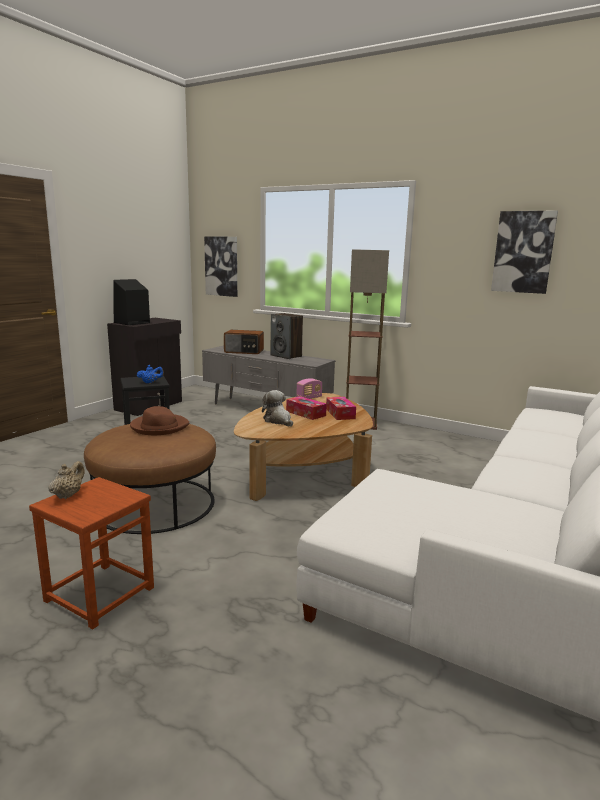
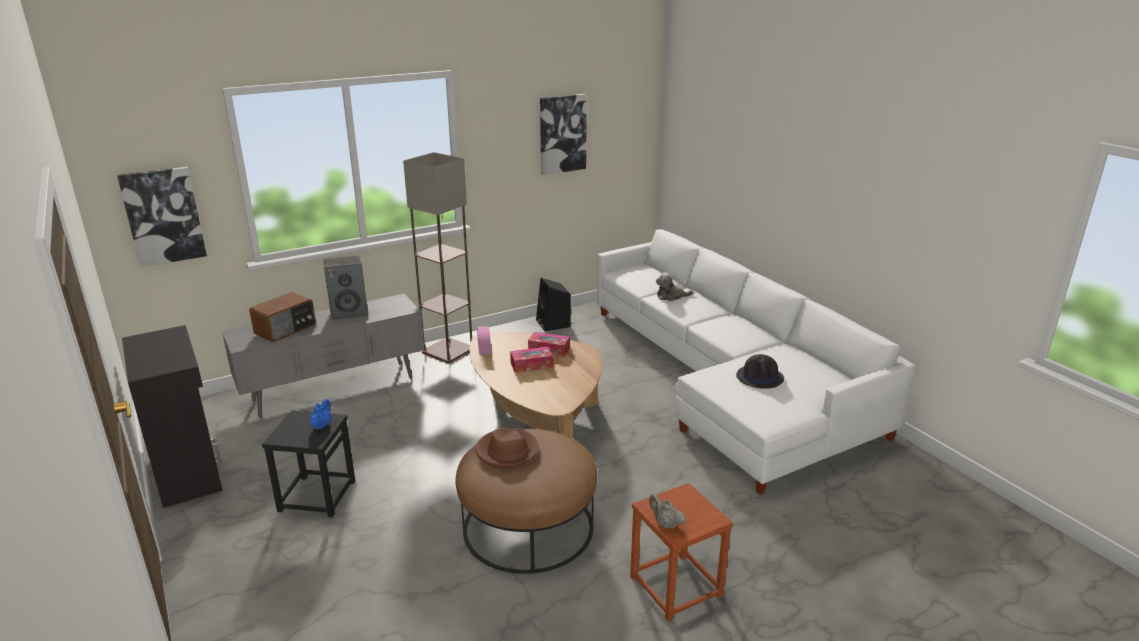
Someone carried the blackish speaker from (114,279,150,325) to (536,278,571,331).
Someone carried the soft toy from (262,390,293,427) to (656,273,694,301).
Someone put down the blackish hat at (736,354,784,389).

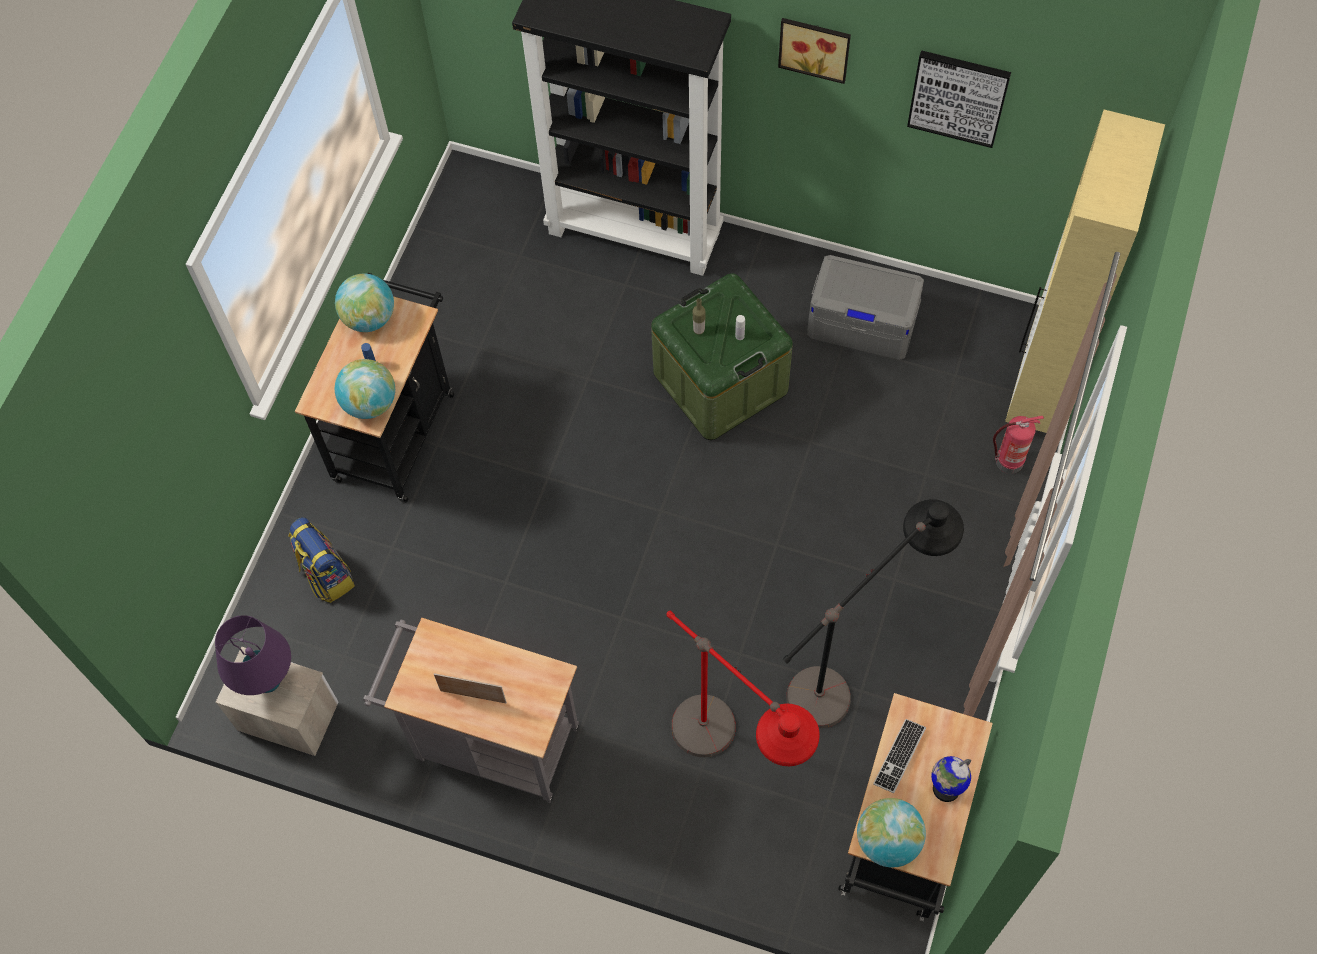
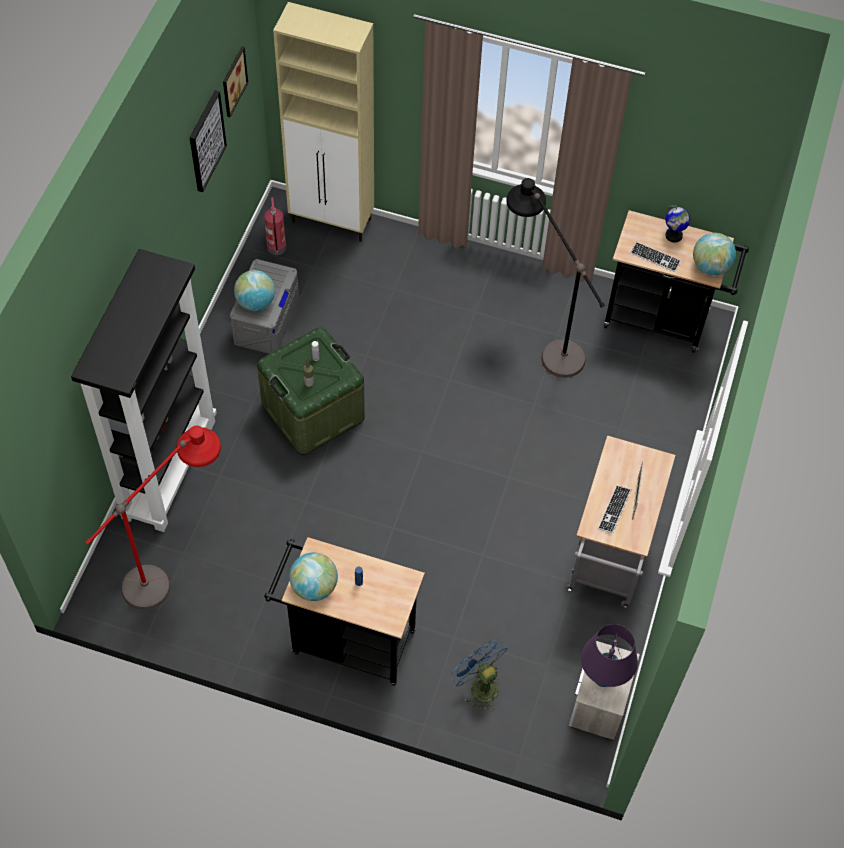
Someone carried the red-coloured standing lamp from (666,611,820,766) to (85,426,221,610).
Someone carried the wall art from (778,18,851,84) to (223,47,248,117).
Someone carried the world globe from (335,359,395,419) to (234,270,275,311).
Someone carried the fire-fighting cylinder from (993,416,1044,474) to (264,197,286,255).
Someone swapped the rucksack at (288,517,355,603) for the blue electric fan at (451,639,508,711).
Someone put down the keyboard at (598,485,631,533).

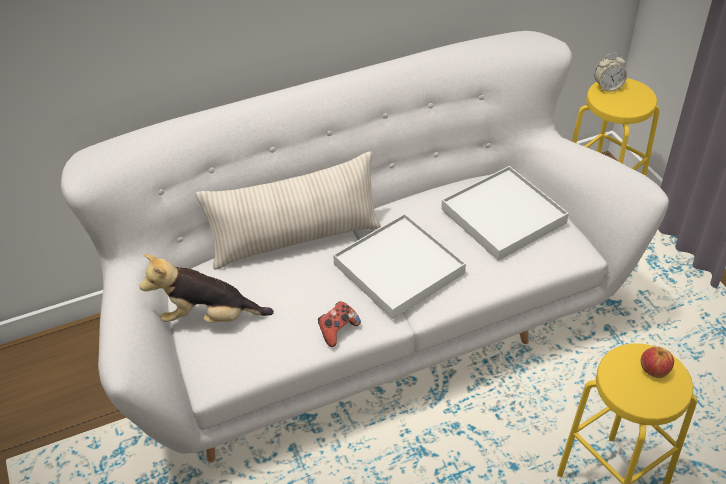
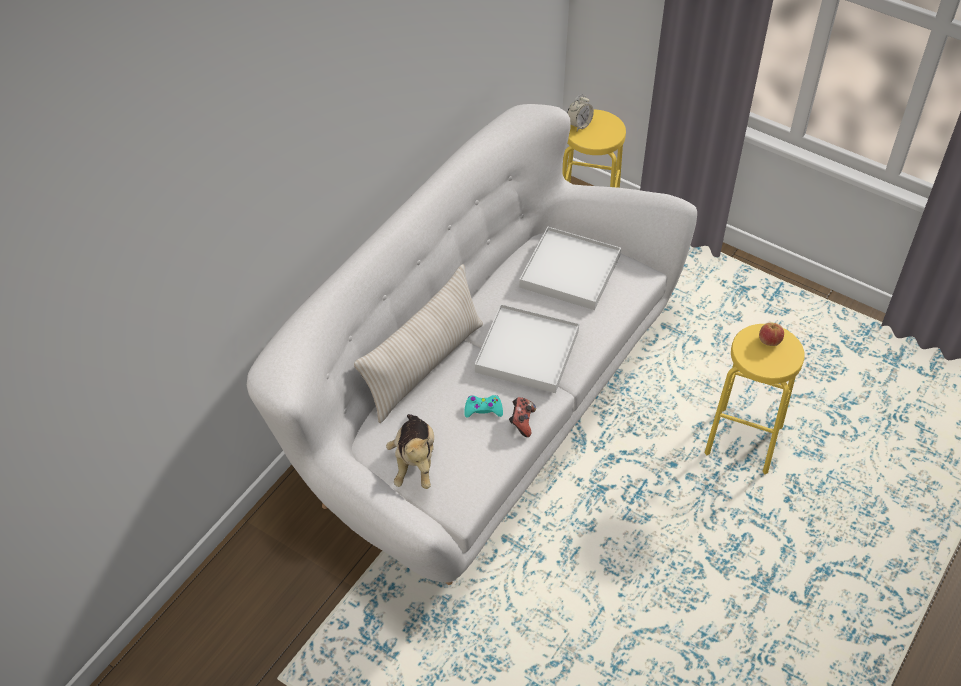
Someone rotated the soft toy at (140,254,274,323) by 60 degrees counterclockwise.
Someone put down the turquoise-coloured gamepad at (464,395,503,418).

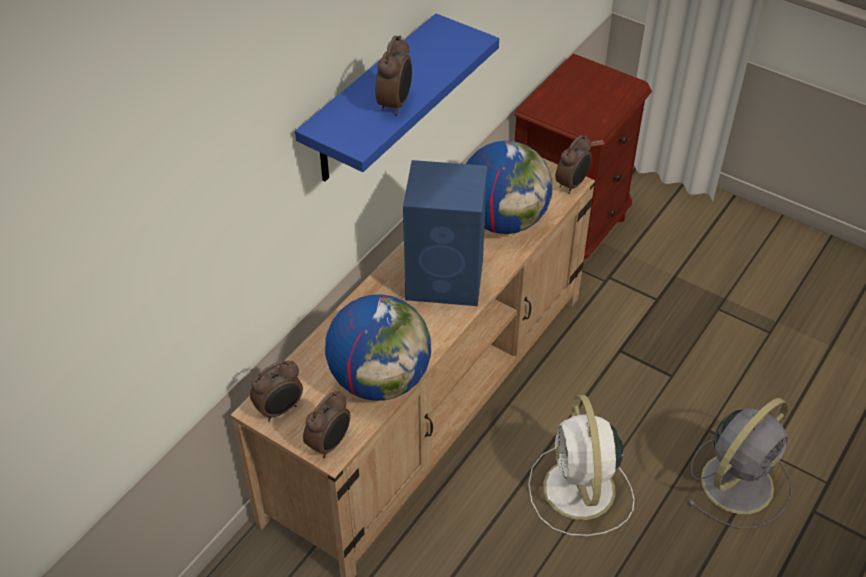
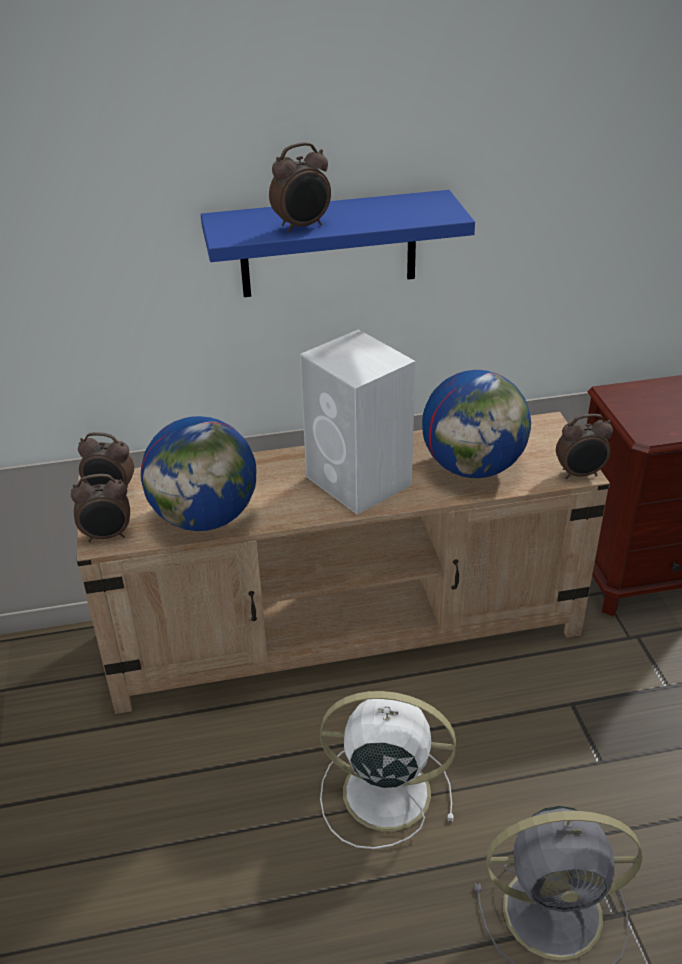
Someone repainted the blue speaker at (403,160,487,306), which became the white-coloured speaker at (300,329,416,515).
Someone rotated the white-coloured electric fan at (528,395,635,536) by 60 degrees clockwise.

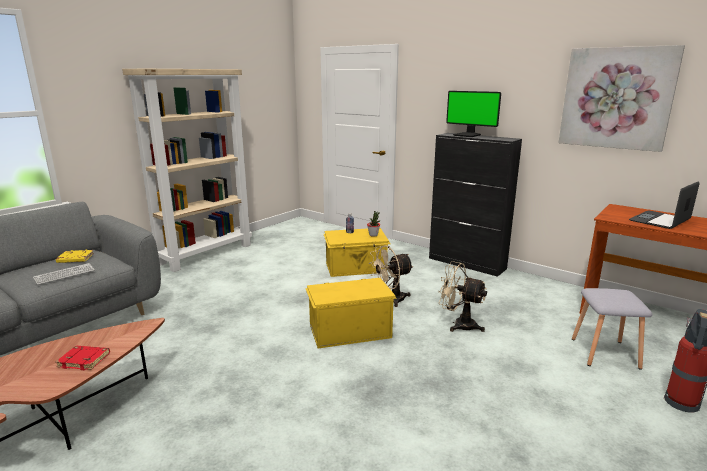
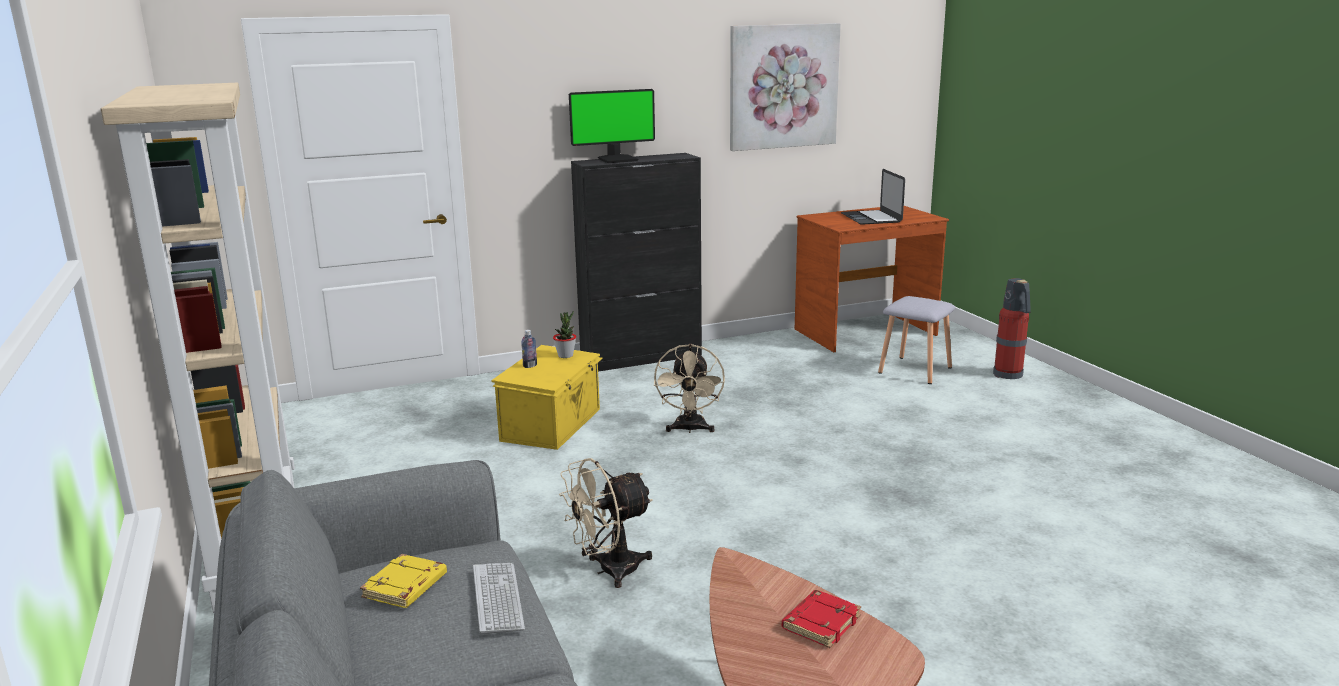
Someone carried the beige-coloured electric fan from (438,261,487,332) to (559,458,653,588).
Someone took away the yellow storage bin at (305,278,397,348).

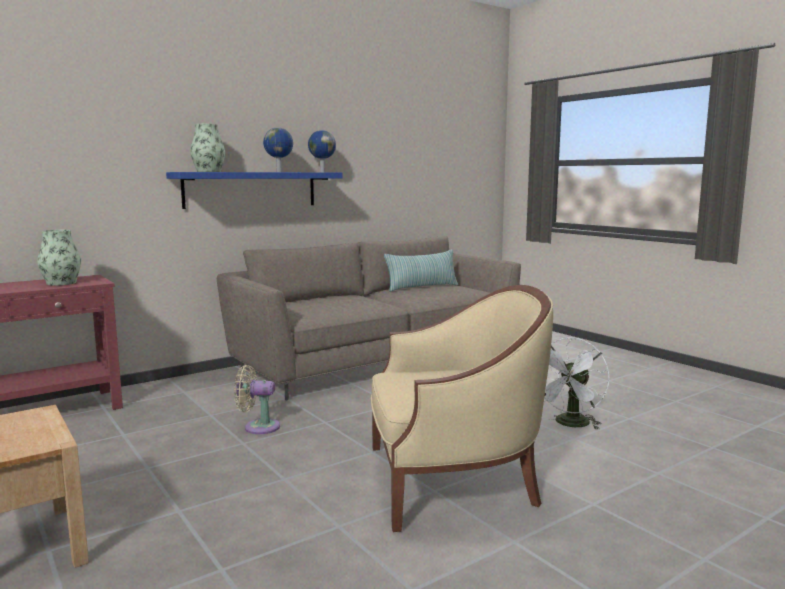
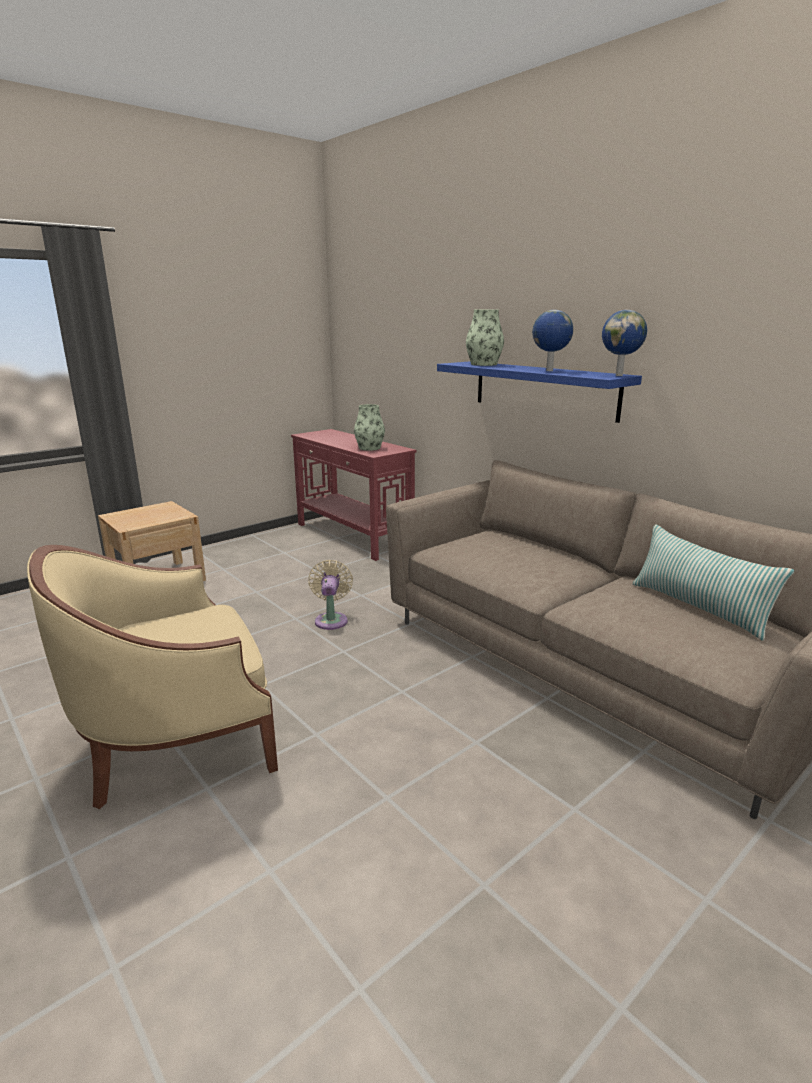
Someone rotated the beige-coloured easy chair at (371,285,553,532) by 75 degrees clockwise.
Someone took away the white-coloured electric fan at (541,338,609,430).

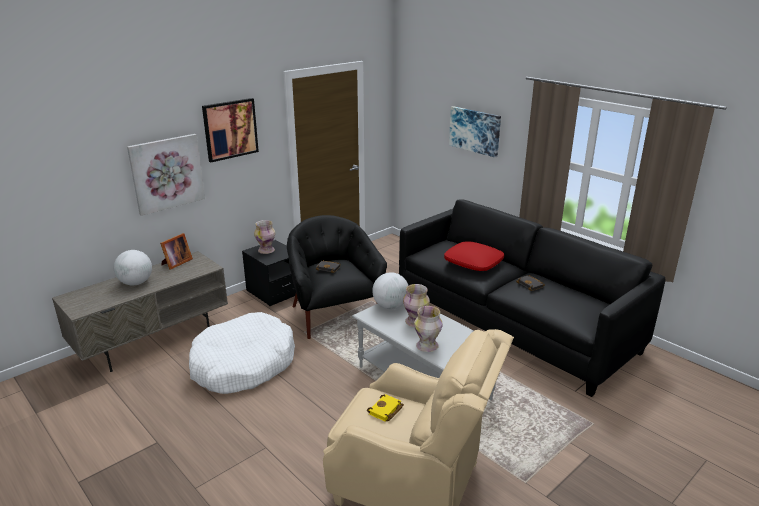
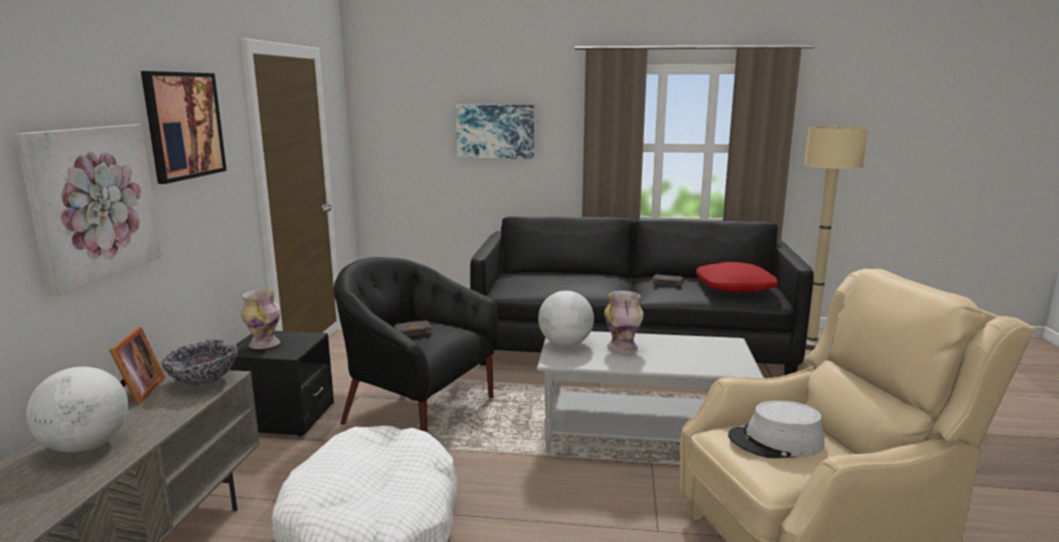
Someone put down the bowl at (161,339,238,385).
Someone carried the red-coloured cushion from (444,241,504,271) to (696,262,778,293).
Someone swapped the yellow volume at (367,394,404,421) for the greyish hat at (728,400,824,458).
Someone put down the beige-coloured standing lamp at (804,126,868,350).
Someone took away the vase at (414,306,442,352).

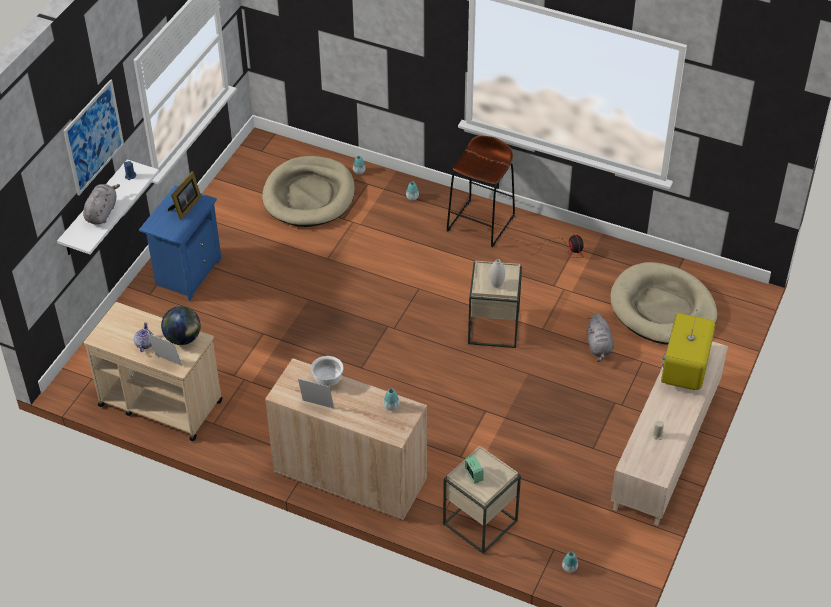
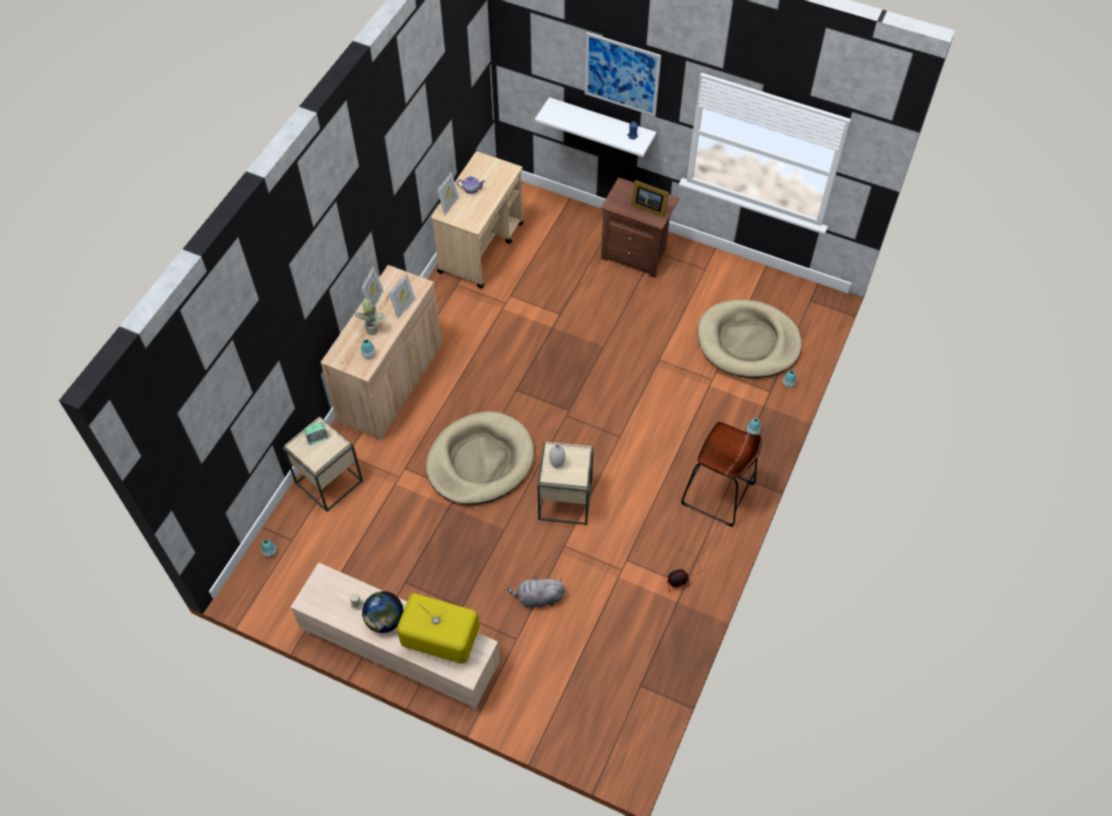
Someone put down the potted plant at (355,299,385,335).
Someone carried the world globe from (161,306,201,345) to (362,591,404,633).
Someone swapped the white-coloured bowl at (311,356,344,387) for the picture frame at (389,274,415,319).
Someone carried the beige-coloured dog cushion from (610,262,717,344) to (426,411,534,505).
Someone repainted the blue nightstand at (139,185,222,301), which became the brown-coloured nightstand at (601,177,679,278).
Someone took away the greyish soft toy at (83,184,120,224).

